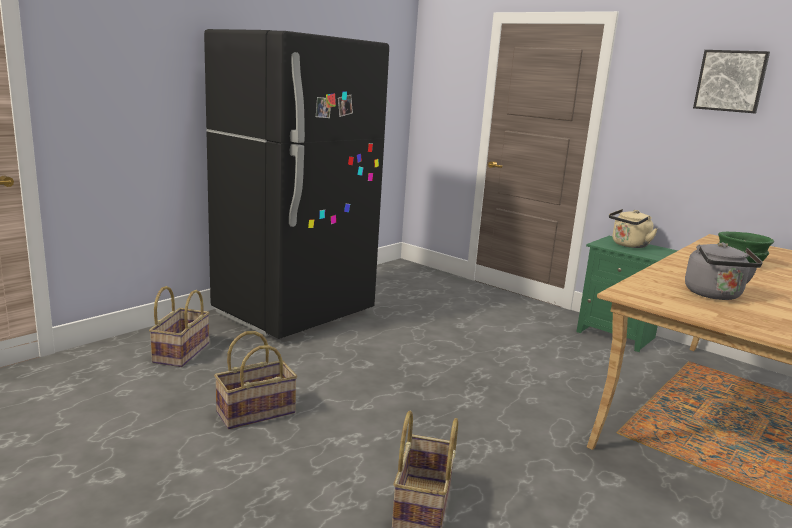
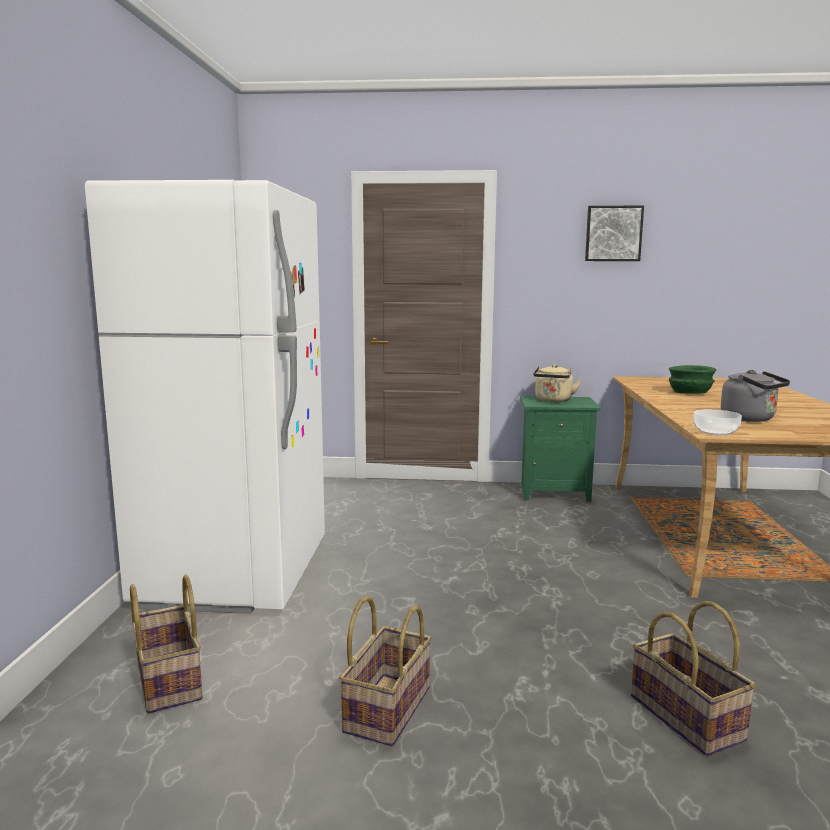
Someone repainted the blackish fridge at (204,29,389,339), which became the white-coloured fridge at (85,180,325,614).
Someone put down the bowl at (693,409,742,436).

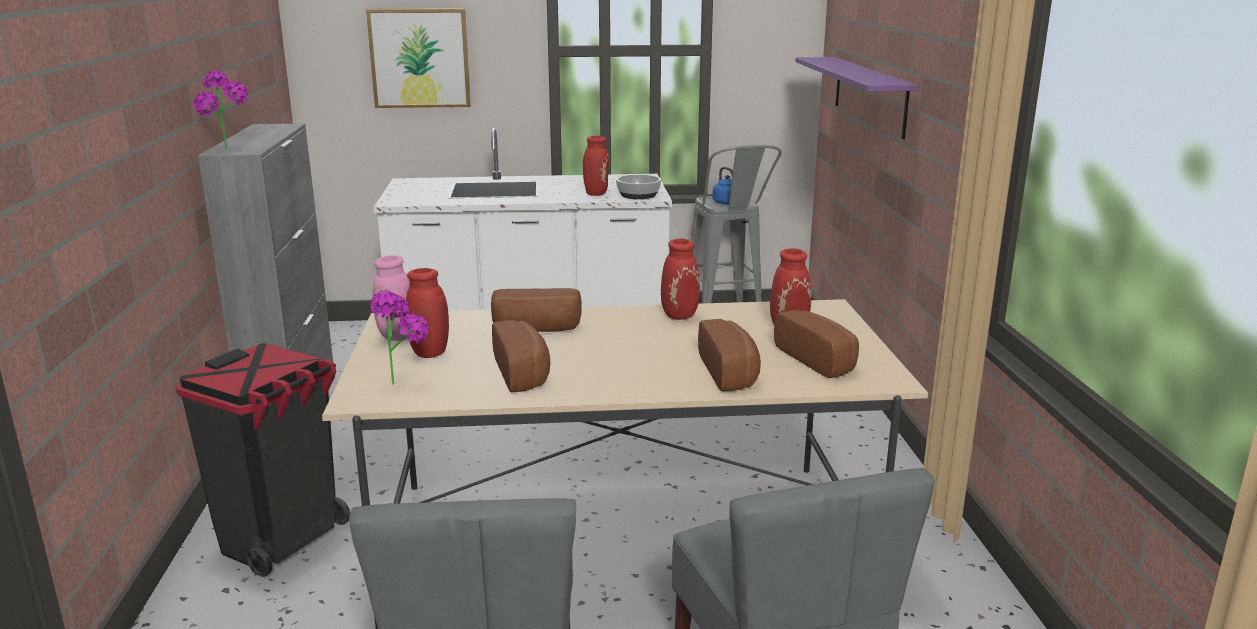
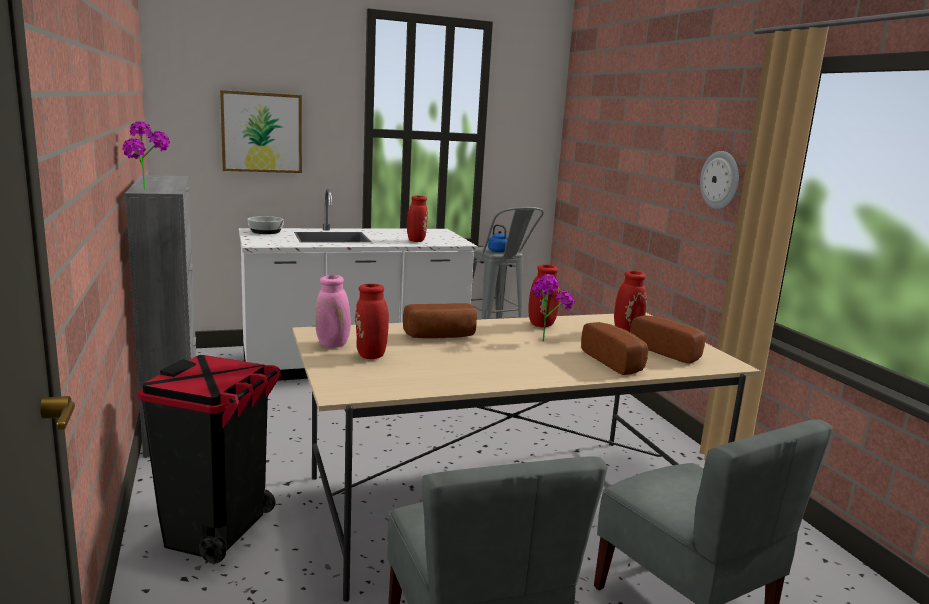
Someone carried the bowl from (616,174,661,199) to (248,216,284,234).
Someone carried the potted plant from (370,290,429,384) to (532,274,575,341).
Someone put up the wall clock at (700,151,739,209).
Someone took away the bread at (492,320,550,392).
Someone took away the purple wall shelf at (796,57,918,139).

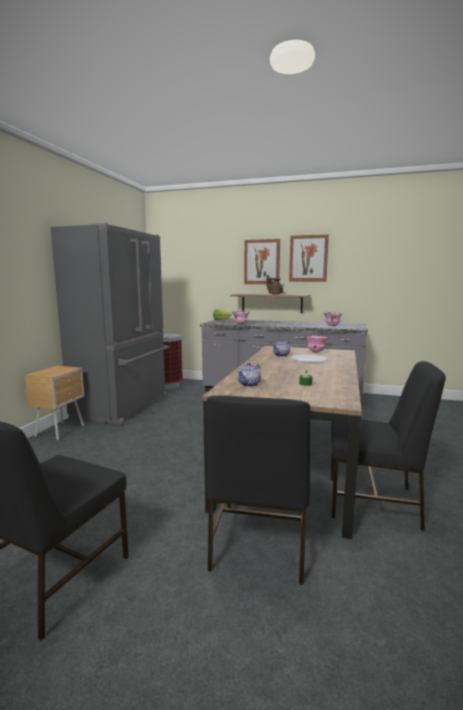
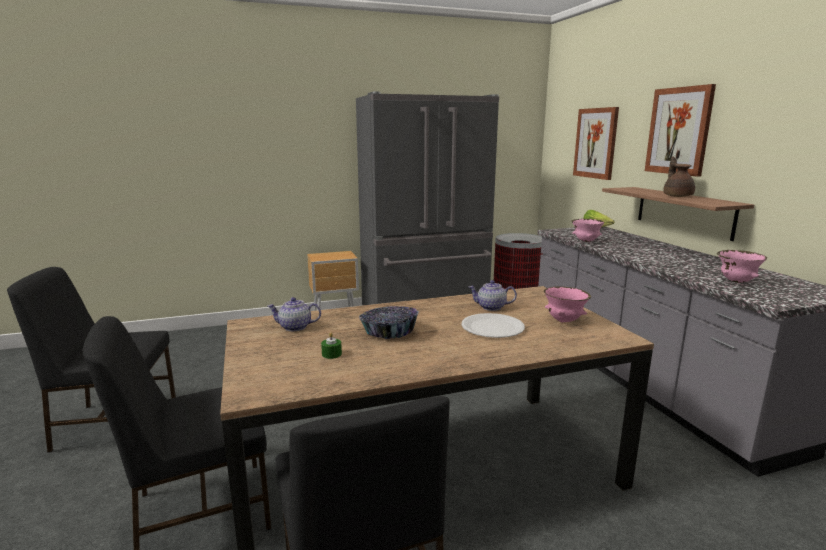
Someone put down the bowl at (359,306,419,339).
Someone carried the wall art from (289,235,329,282) to (573,107,619,180).

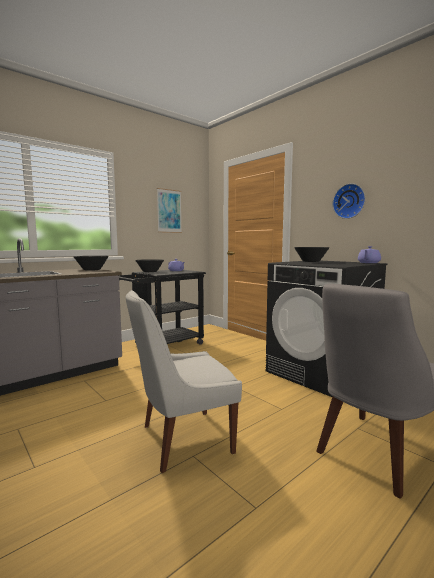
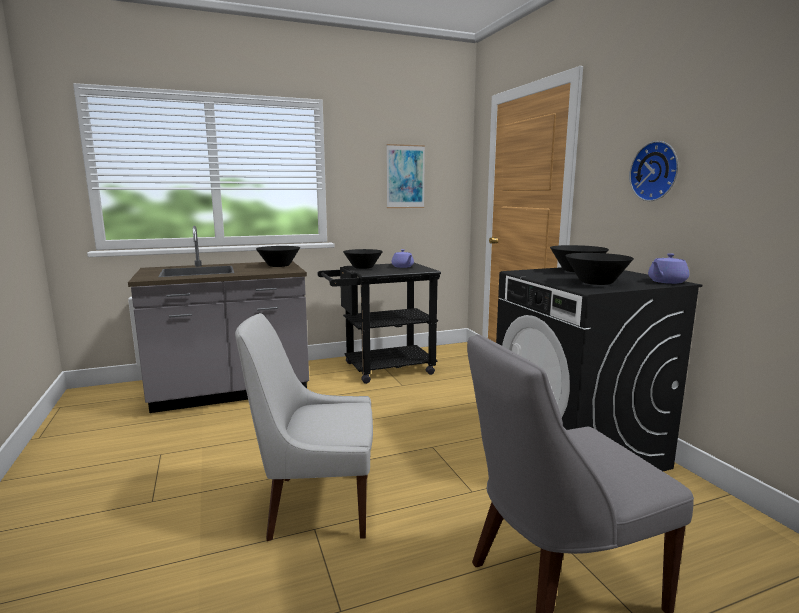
Someone put down the blackish bowl at (565,253,634,285).

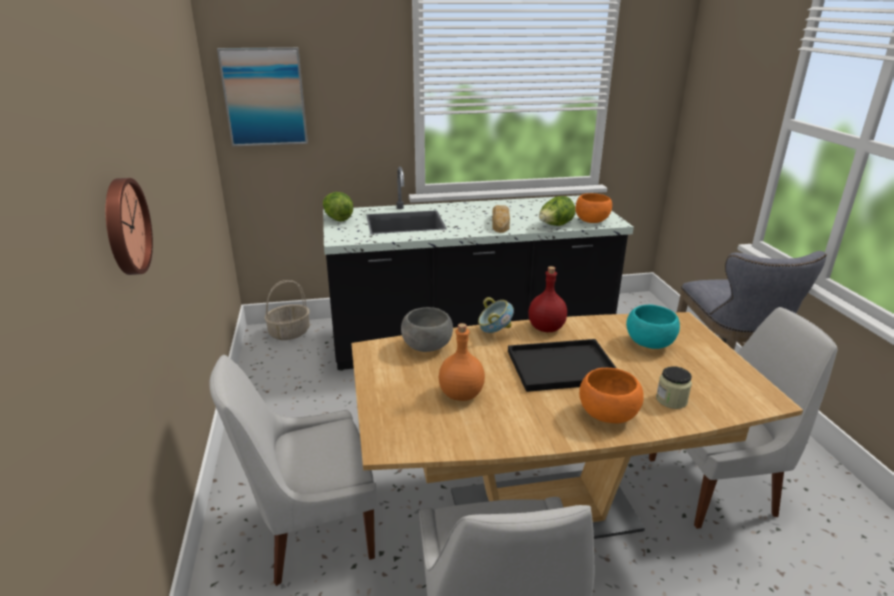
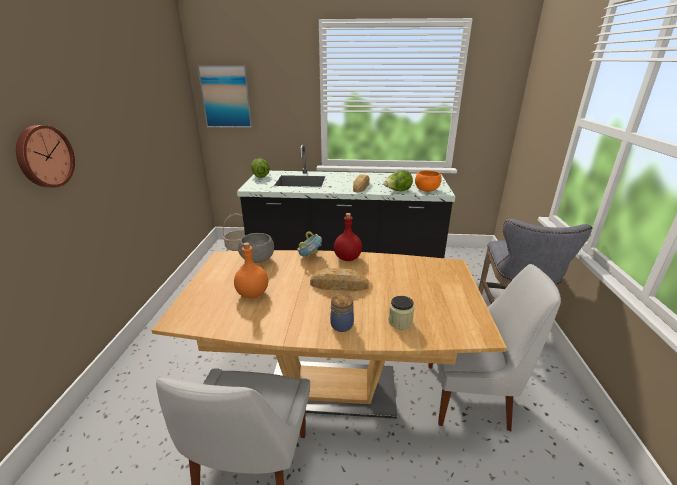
Someone swapped the blackish serving tray at (508,339,616,392) for the bread at (310,268,369,291).
Someone swapped the orange-coloured bowl at (579,368,644,423) for the jar at (330,294,354,332).
Someone took away the white-coloured chair at (209,355,377,586).
Someone took away the turquoise-coloured bowl at (626,305,680,349).

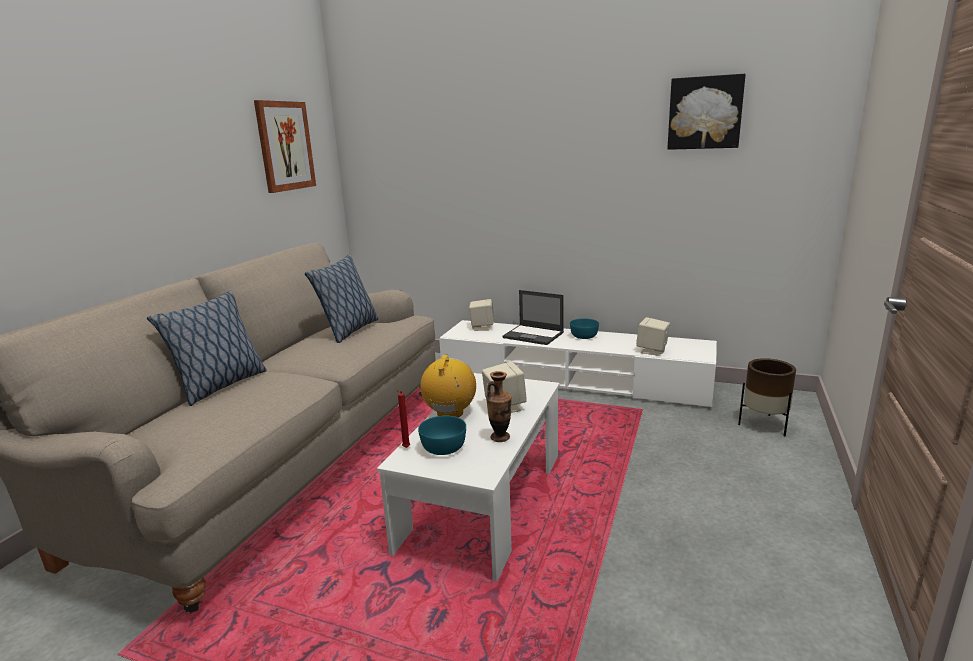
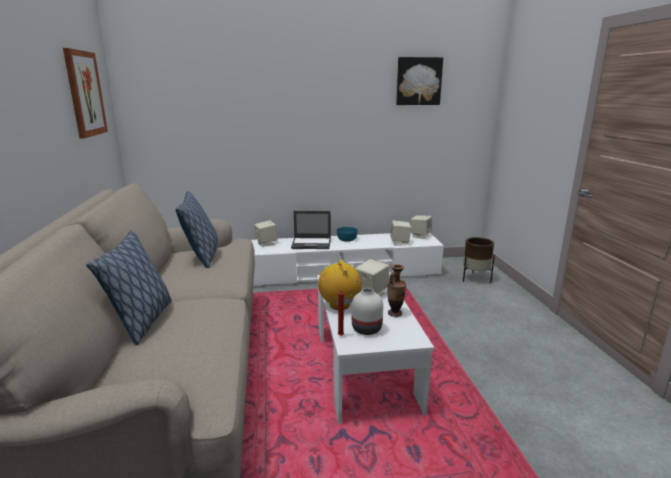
Someone swapped the turquoise-coloured bowl at (418,415,466,455) for the white-coloured vase at (352,288,383,335).
Someone put down the beige-coloured speaker at (411,215,432,239).

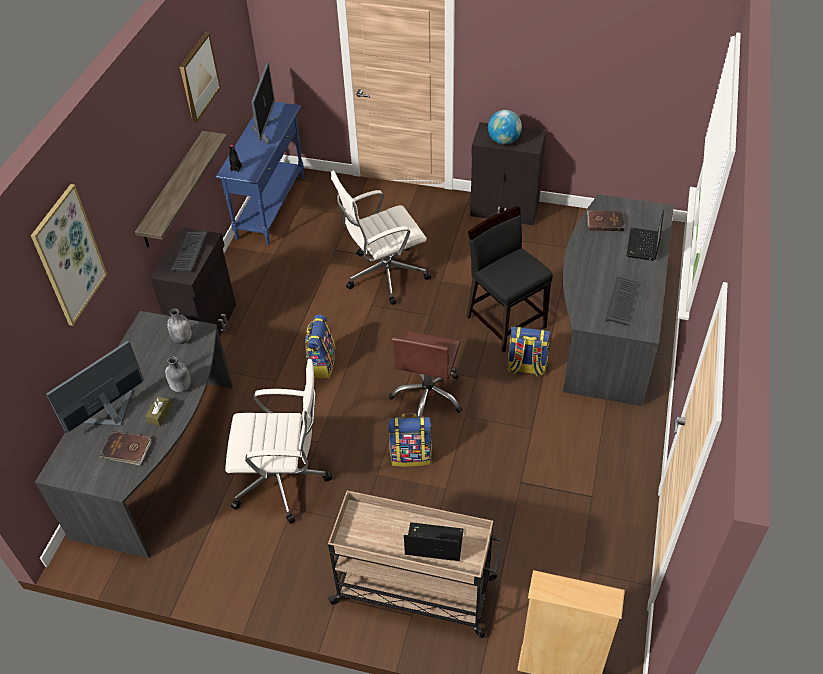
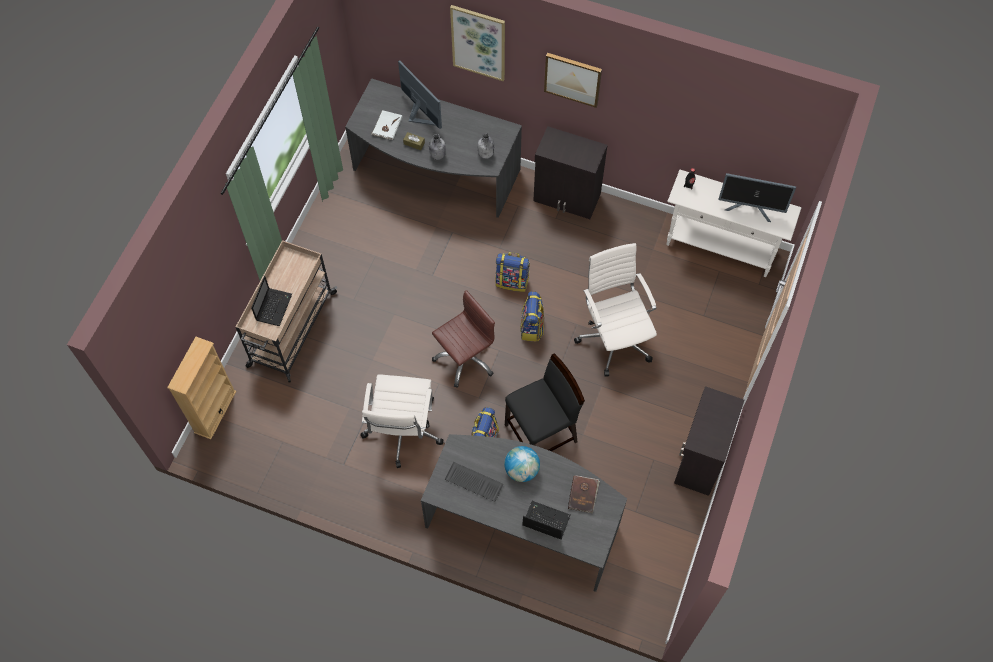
Someone carried the white-coloured computer chair from (225,359,332,524) to (360,374,443,468).
Someone repainted the brown-coloured volume at (100,431,152,466), which became the white-coloured volume at (371,110,402,140).
Someone rotated the brown-coloured computer chair at (389,331,462,416) by 120 degrees clockwise.
Someone carried the world globe from (488,110,522,144) to (504,446,540,482).
Someone carried the rucksack from (388,413,432,467) to (520,291,544,342).
Someone carried the wall art from (180,32,221,122) to (544,53,602,108).
Someone repainted the blue narrow table at (216,102,304,245), which became the white-coloured narrow table at (666,170,801,277).
Someone took away the wall shelf at (135,131,227,247).
Someone took away the keyboard at (171,231,208,273).

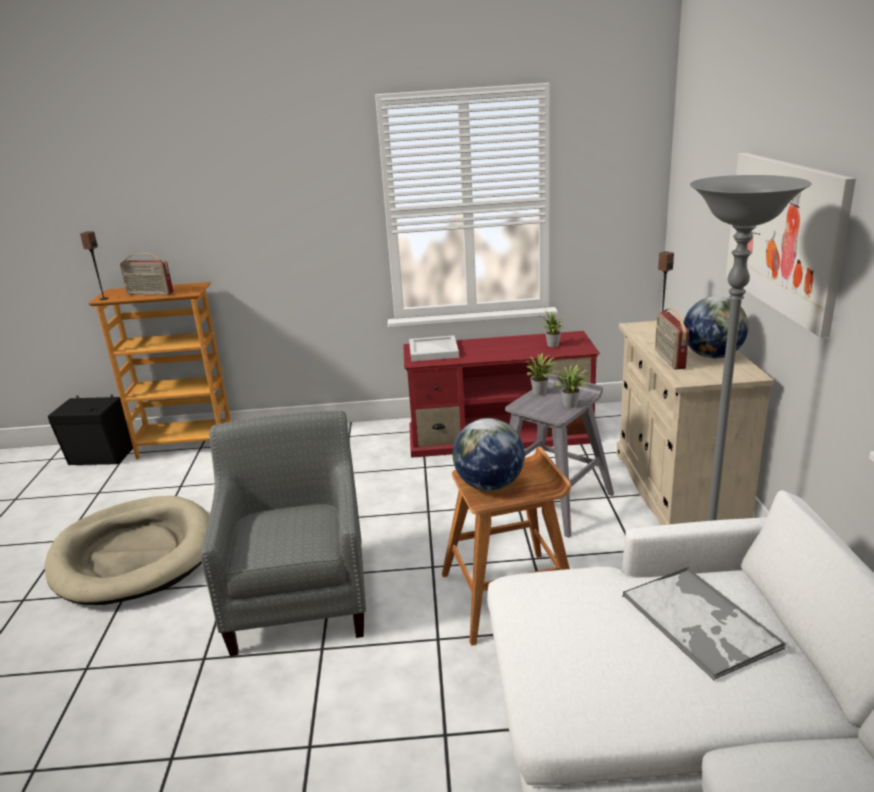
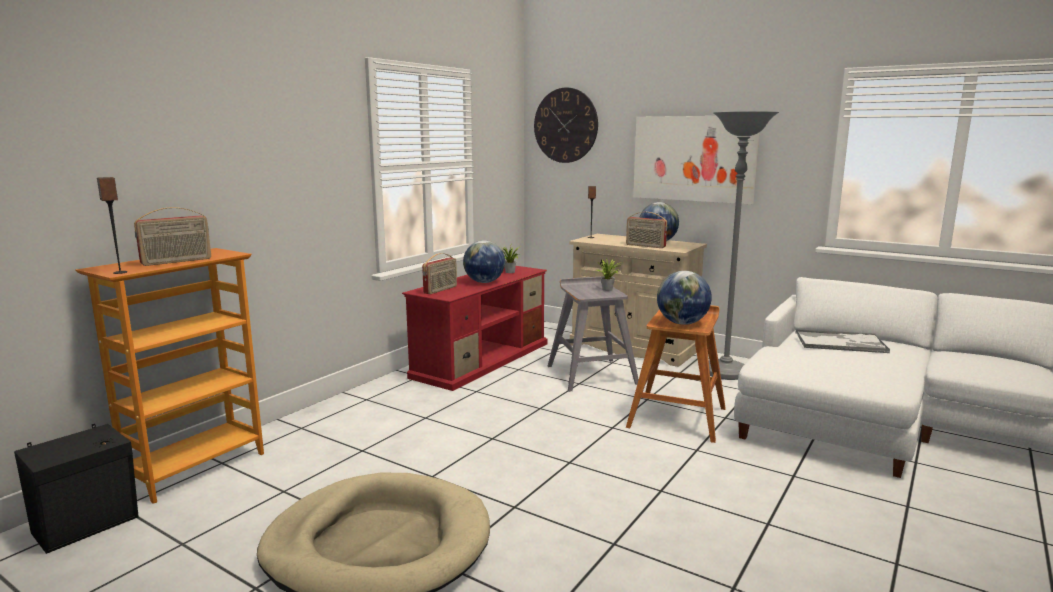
Someone swapped the white-coloured serving tray at (409,335,459,362) for the radio set at (422,253,457,294).
Someone put down the world globe at (463,240,505,283).
Someone put up the wall clock at (534,87,598,163).
Someone took away the greyish easy chair at (201,410,366,656).
Someone took away the potted plant at (524,353,556,395).

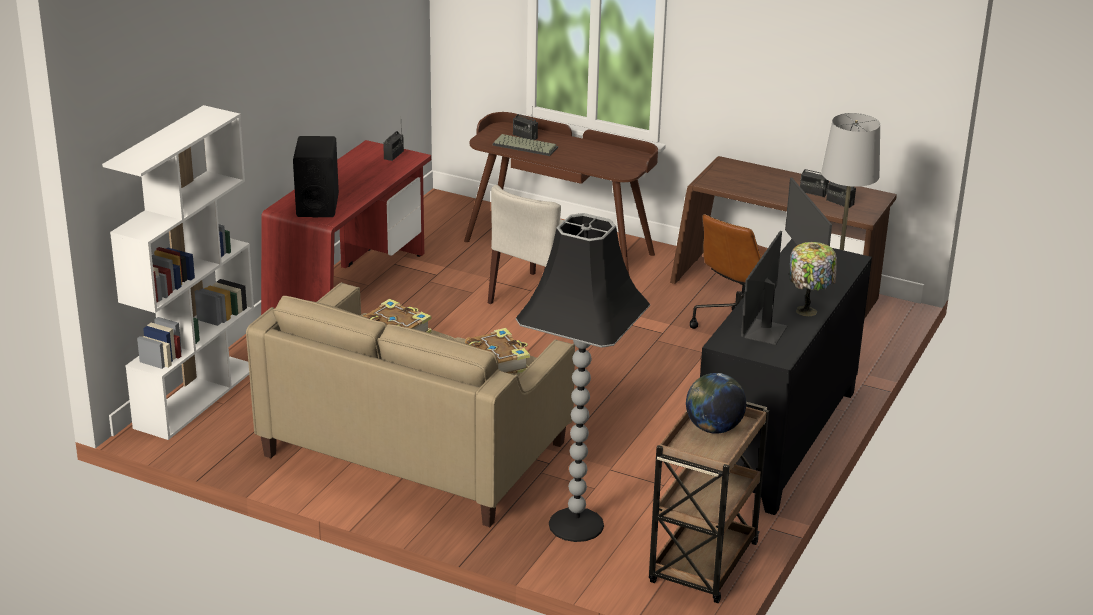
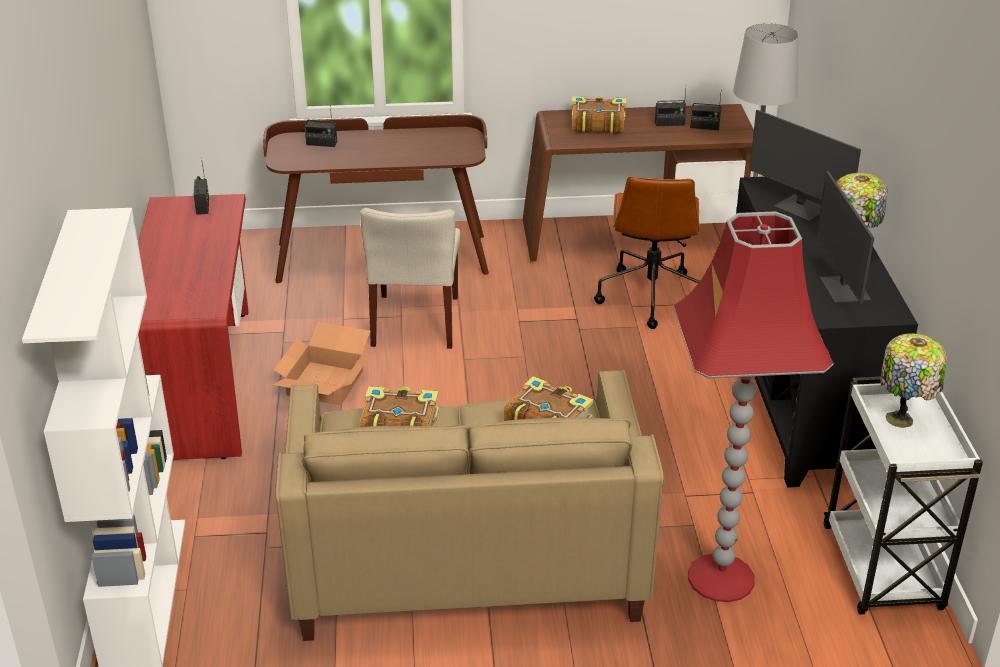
Someone put down the cardboard box at (273,322,372,405).
Someone put down the volume at (572,96,626,134).
Someone repainted the blackish standing lamp at (516,213,650,542), which became the red-coloured standing lamp at (673,211,834,602).
Someone repainted the brown-coloured cart at (649,402,769,603), which became the white-coloured cart at (824,377,983,615).
Someone swapped the world globe at (686,373,746,434) for the table lamp at (881,333,947,428).
Someone took away the blackish speaker at (293,136,339,217).
Someone took away the keyboard at (493,134,558,156).

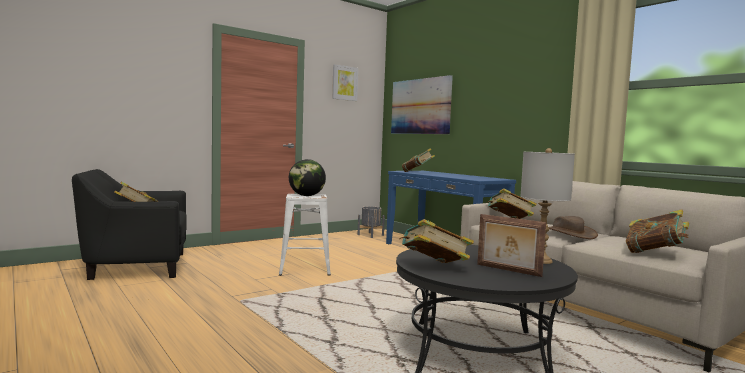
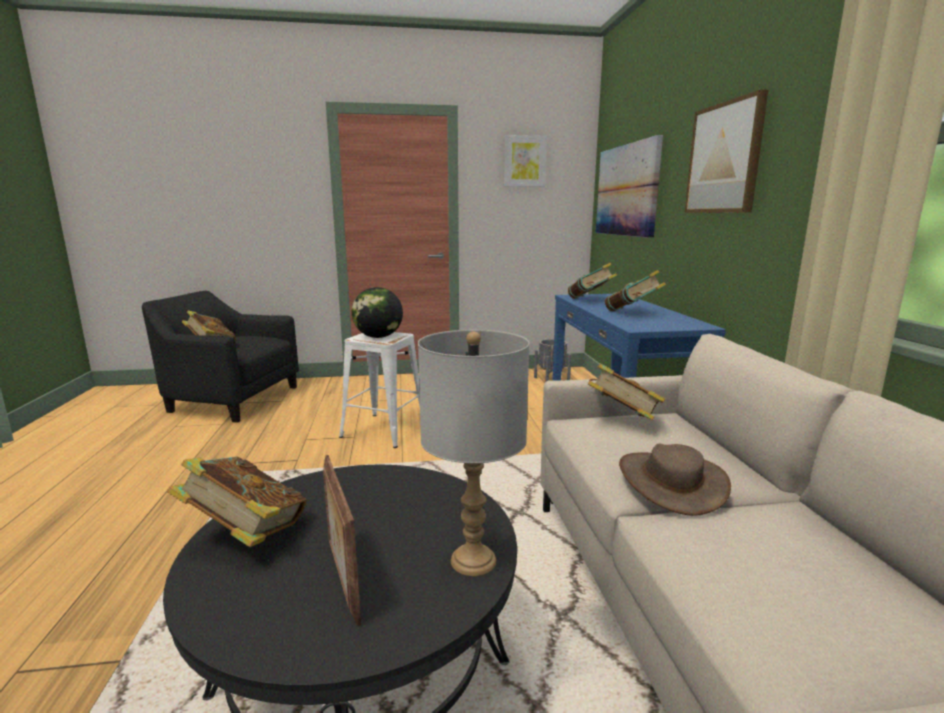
Someone carried the volume from (626,209,689,253) to (605,270,666,311).
Someone put up the wall art at (685,89,769,213).

